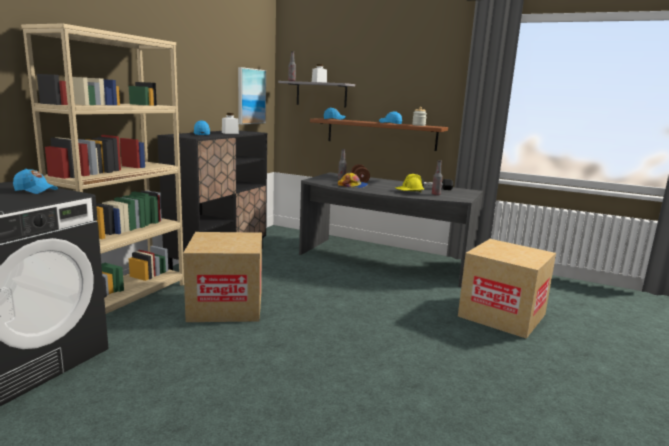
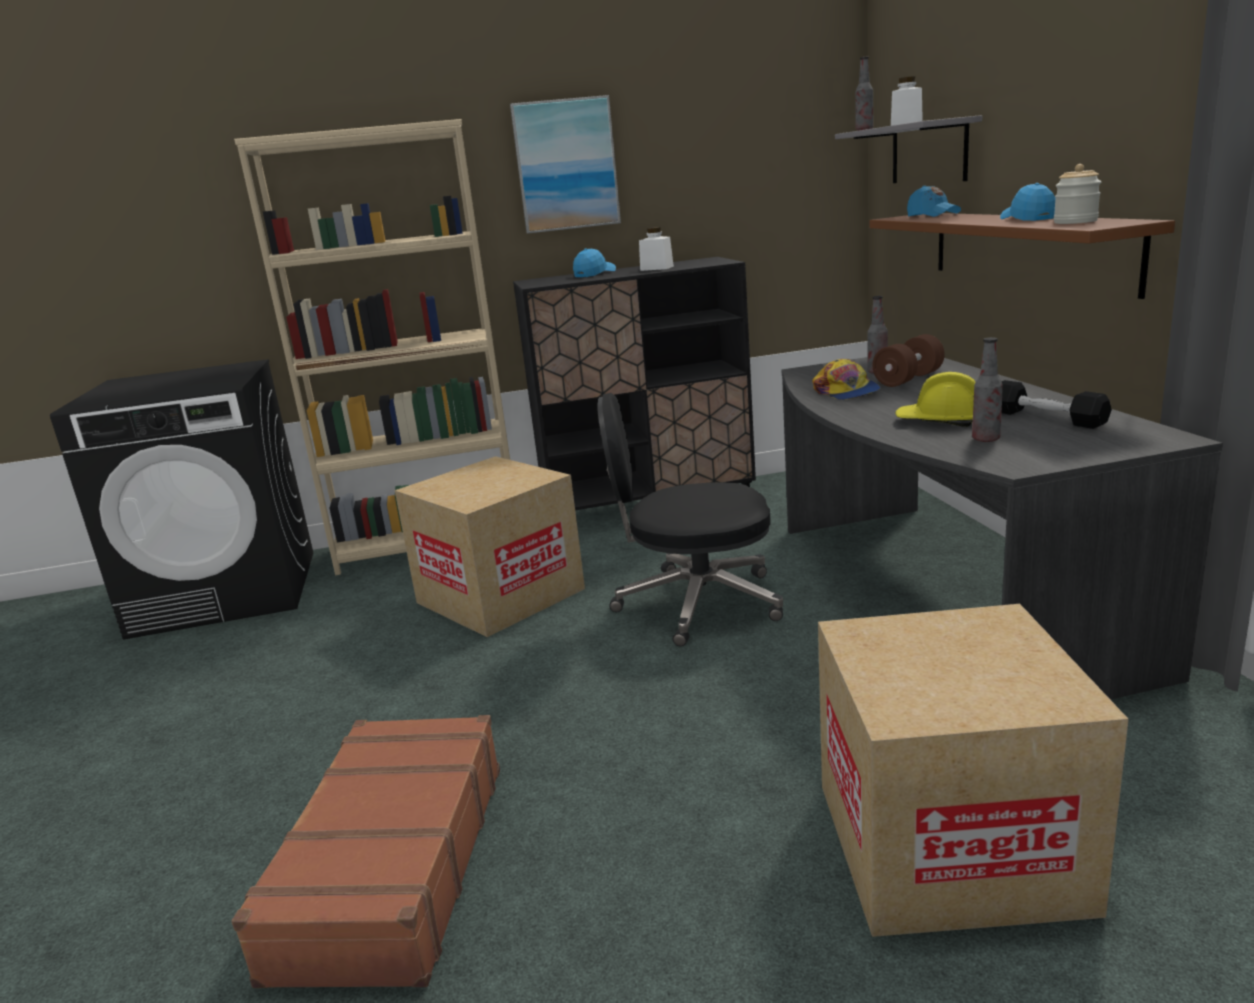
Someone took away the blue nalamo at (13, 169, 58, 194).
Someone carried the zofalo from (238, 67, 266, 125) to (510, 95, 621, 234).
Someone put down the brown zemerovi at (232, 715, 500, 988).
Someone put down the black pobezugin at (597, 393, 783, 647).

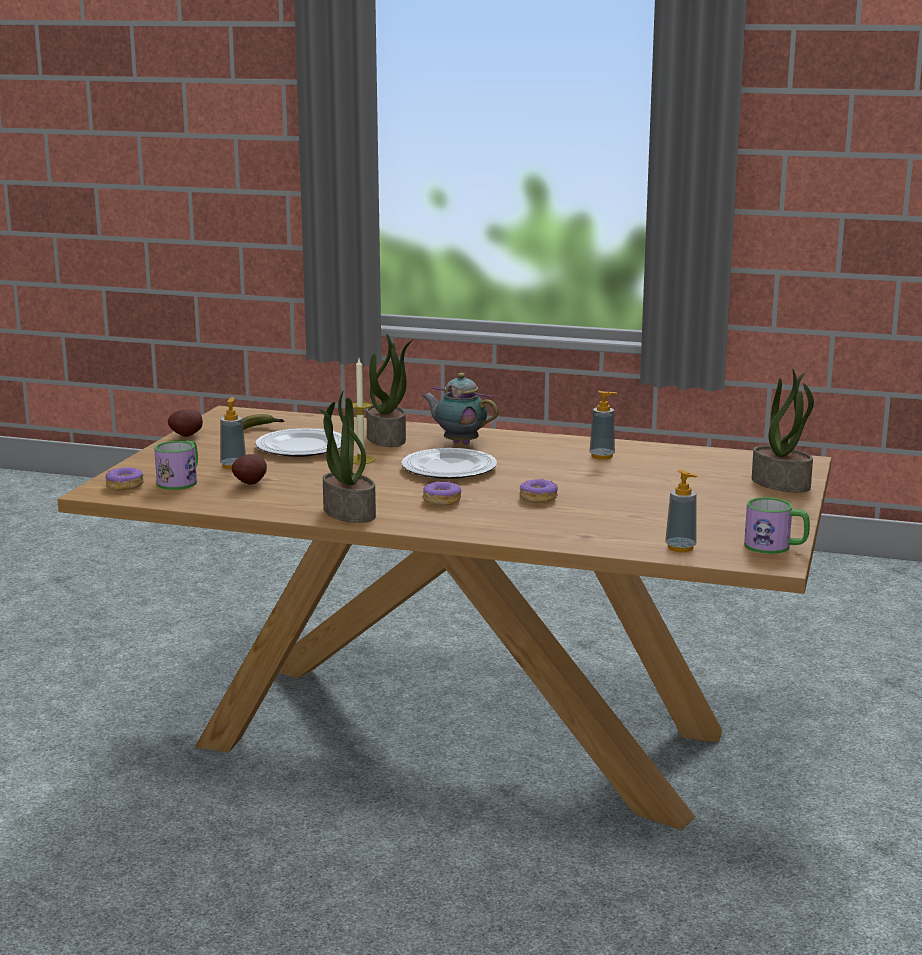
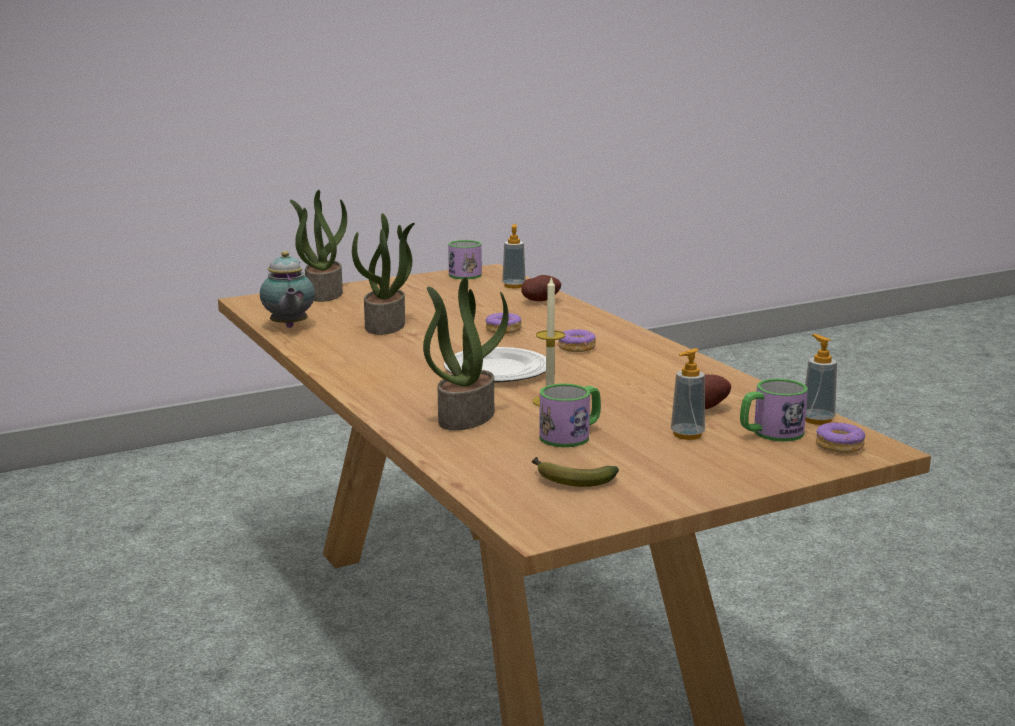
Someone carried the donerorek from (168, 409, 203, 437) to (521, 275, 561, 301).
Someone swapped the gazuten at (255, 428, 342, 457) for the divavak at (539, 384, 601, 447).
Someone carried the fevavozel from (318, 391, 376, 523) to (352, 213, 415, 335).
Someone carried the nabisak from (423, 373, 498, 445) to (260, 251, 315, 328).
Someone carried the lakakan from (589, 391, 617, 460) to (805, 334, 837, 425).

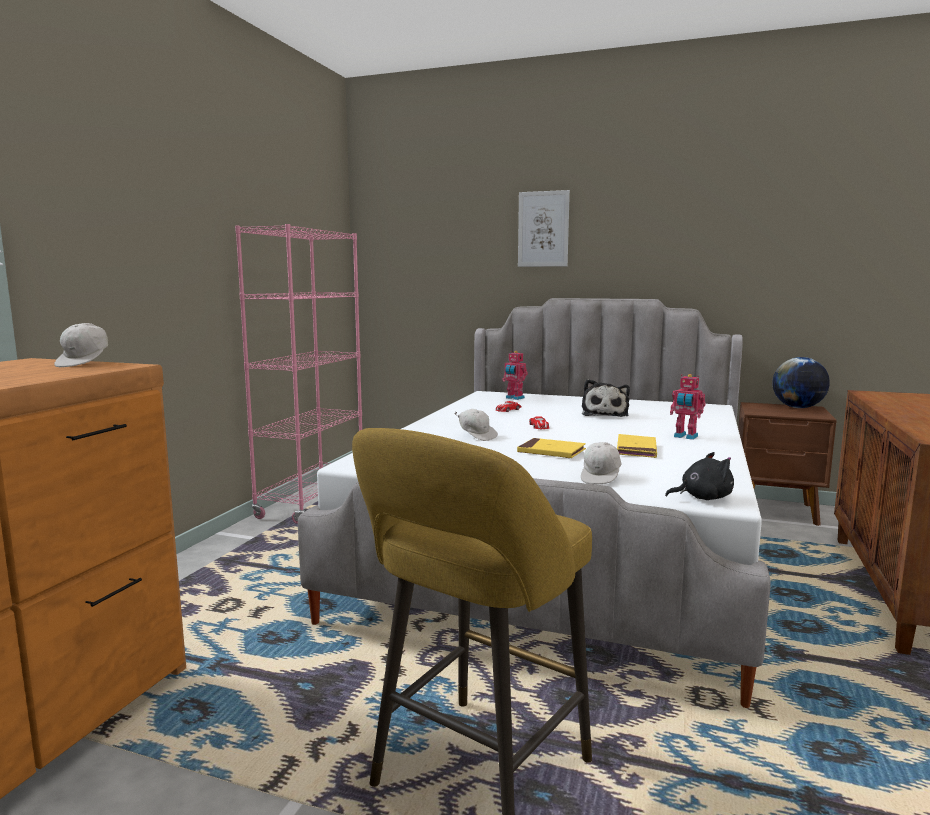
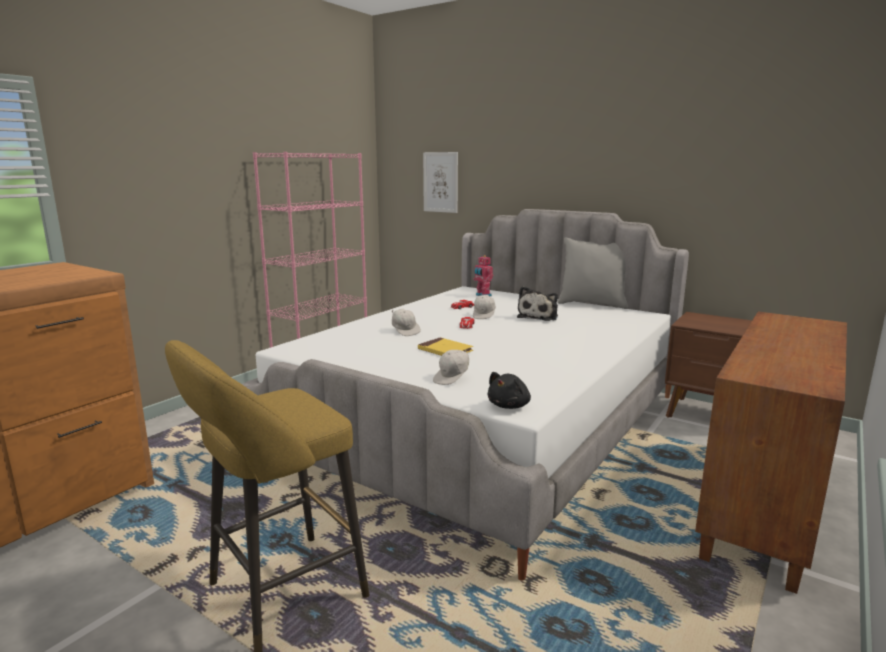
Someone carried the white nalamo from (54, 323, 108, 367) to (473, 295, 496, 319).
Someone carried the zofalo from (518, 190, 570, 267) to (423, 152, 458, 213).
Someone took away the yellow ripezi at (617, 434, 657, 458).
Someone rotated the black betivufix at (665, 452, 734, 500) by 120 degrees clockwise.
Someone took away the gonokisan at (670, 374, 706, 440).
Someone took away the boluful at (772, 357, 830, 408).
Someone put down the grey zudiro at (558, 238, 628, 309).

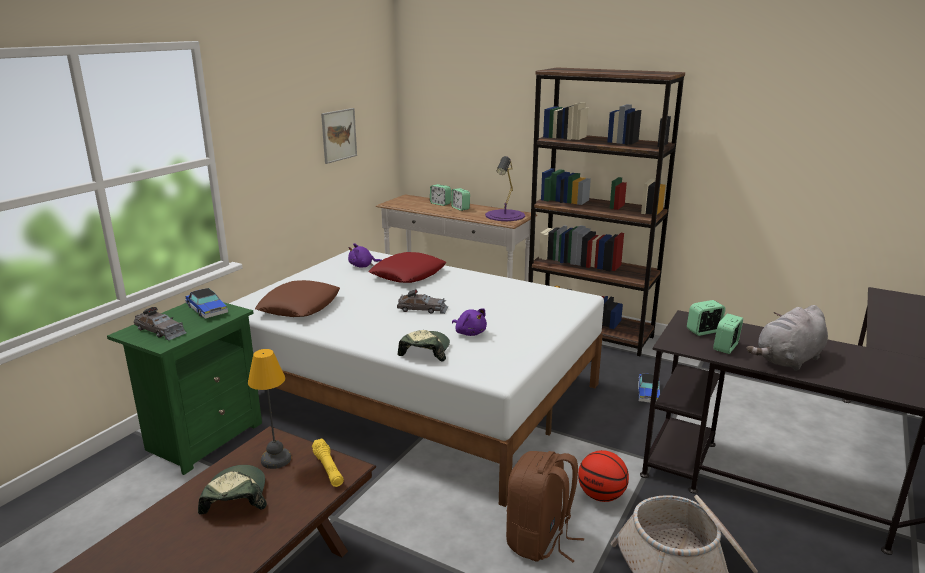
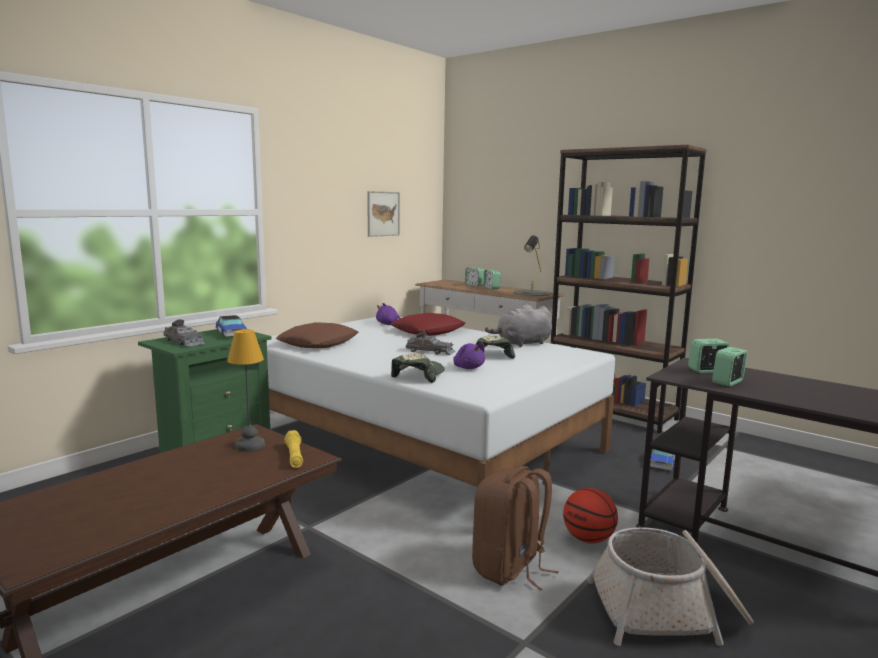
Someone carried the nalamo from (198, 465, 267, 514) to (476, 335, 515, 359).
Someone repainted the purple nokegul at (485, 156, 525, 221), which became the grey nokegul at (513, 236, 551, 296).
Someone carried the grey betivufix from (746, 305, 828, 371) to (485, 304, 552, 347).

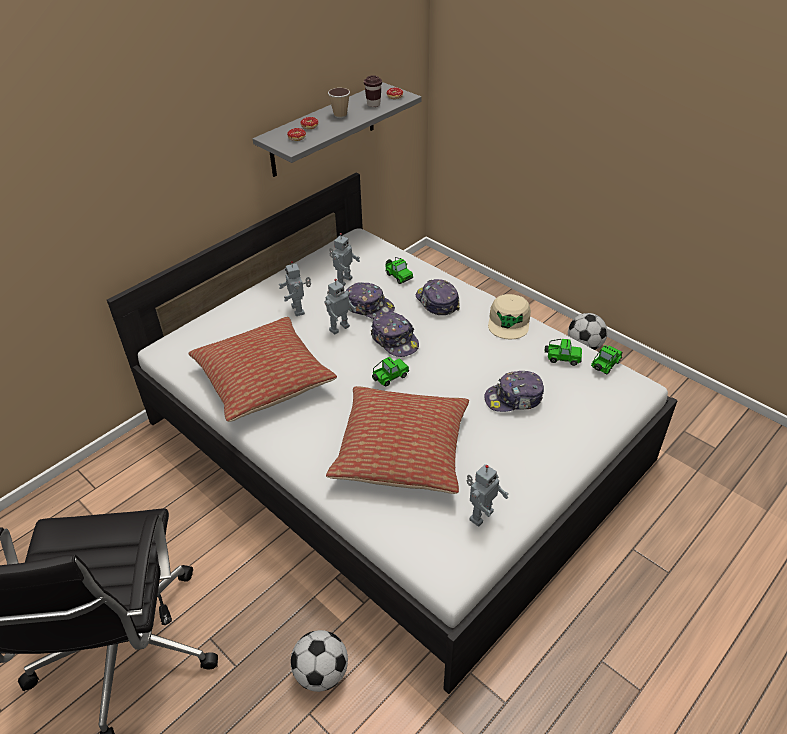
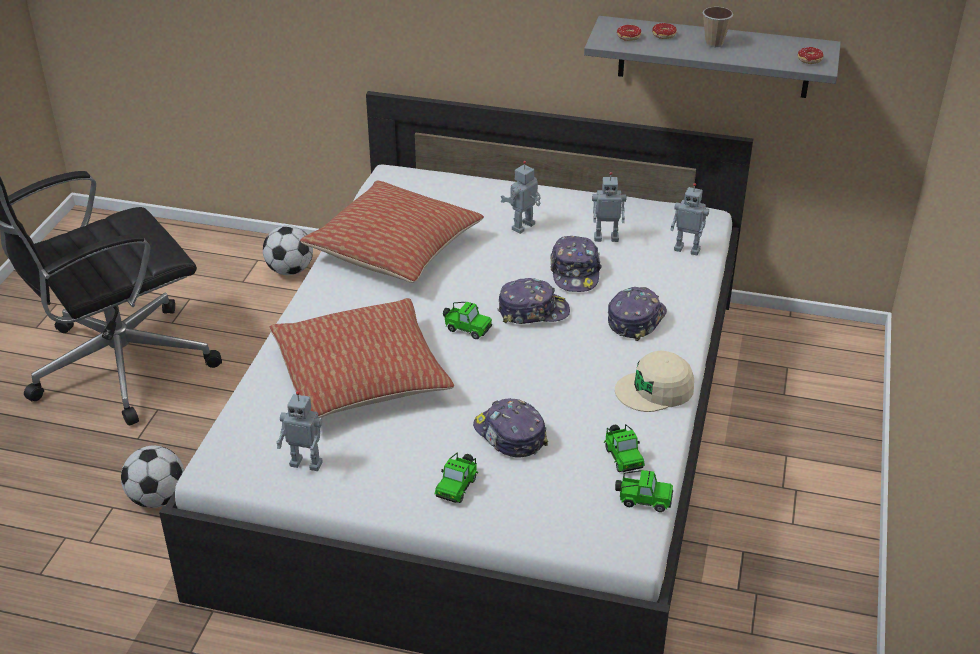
Someone carried the gonokisan from (325, 279, 356, 335) to (670, 183, 709, 255).
Someone took away the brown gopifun at (364, 75, 382, 107).
Someone rotated the nalamo at (371, 312, 419, 357) by 120 degrees counterclockwise.
Someone carried the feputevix from (385, 257, 413, 284) to (435, 453, 478, 503).
Someone carried the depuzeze from (568, 313, 608, 350) to (263, 225, 313, 275).

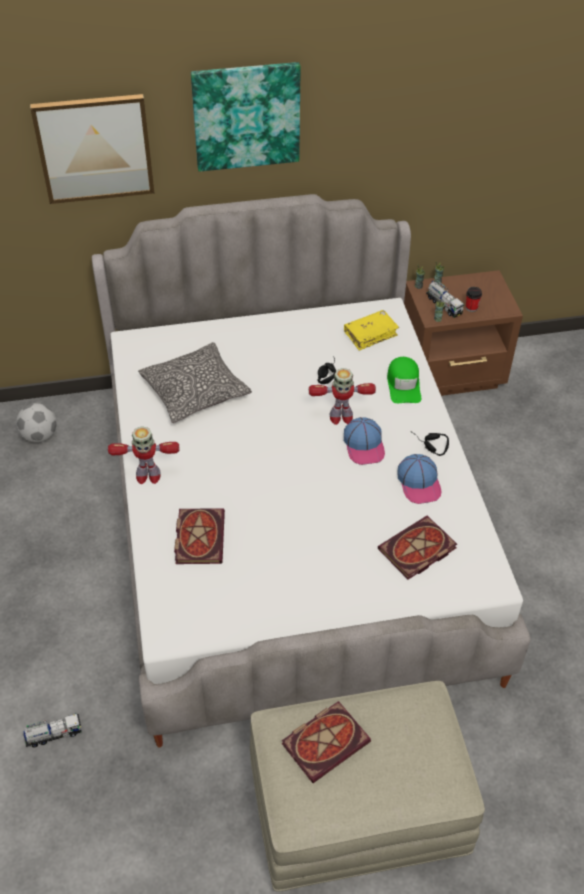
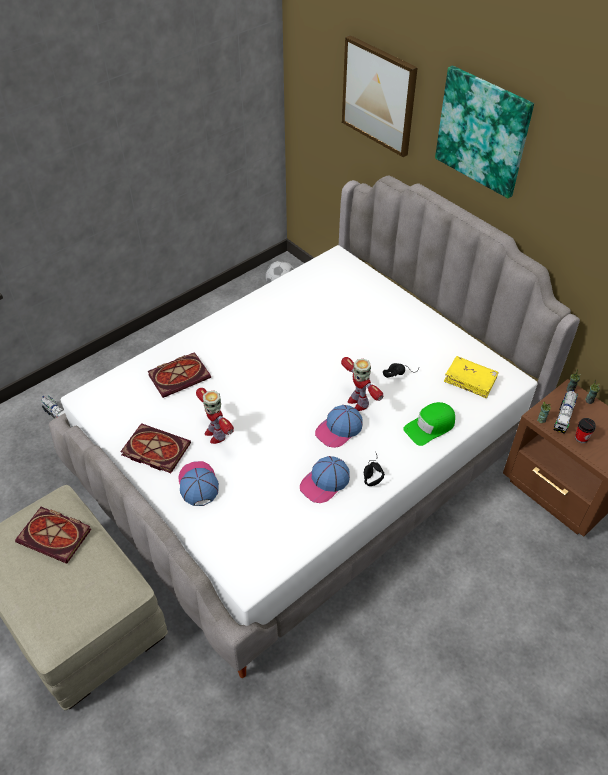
Someone carried the gonokisan from (108, 426, 179, 484) to (196, 388, 234, 444).
Someone took away the zudiro at (138, 342, 252, 423).
Someone carried the ripezi from (378, 516, 457, 580) to (120, 423, 191, 473).
Someone put down the nalamo at (178, 461, 219, 506).

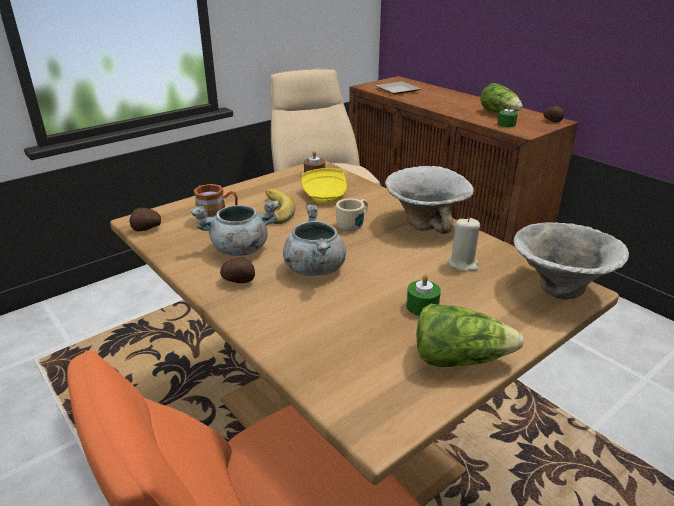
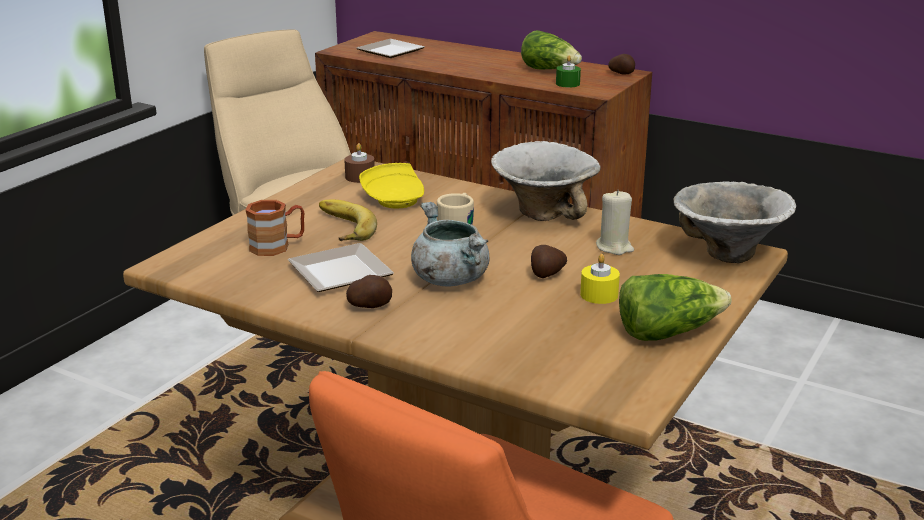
Someone carried the donerorek from (129, 208, 161, 232) to (531, 245, 567, 278).
Someone swapped the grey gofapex at (190, 200, 279, 256) for the gazuten at (288, 243, 394, 292).
Someone repainted the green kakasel at (406, 274, 441, 316), which became the yellow kakasel at (580, 254, 620, 304).

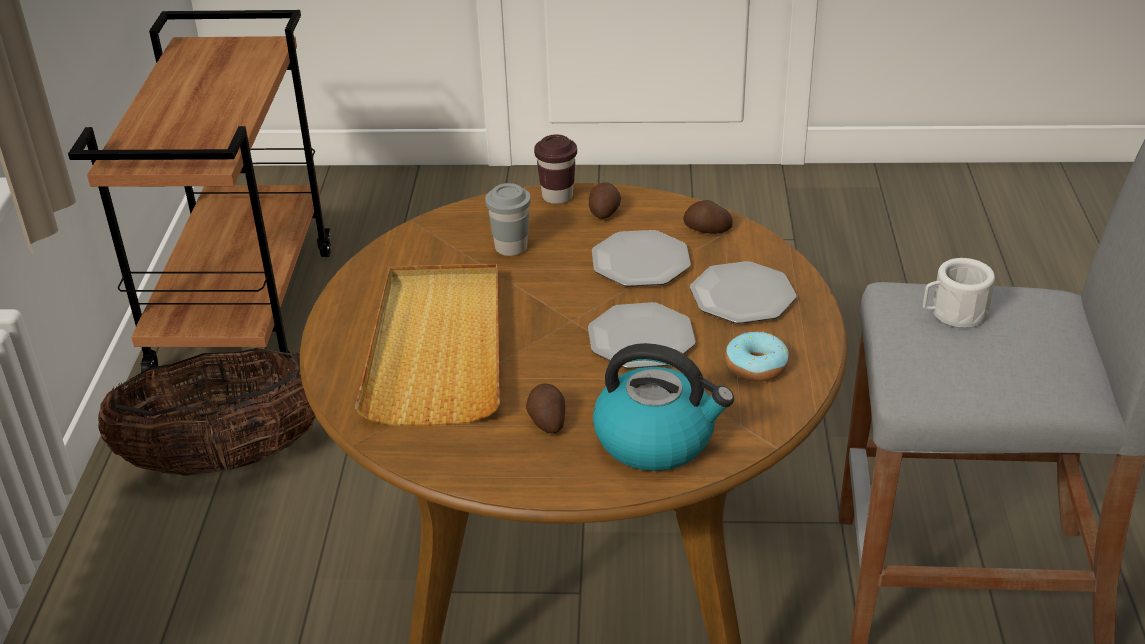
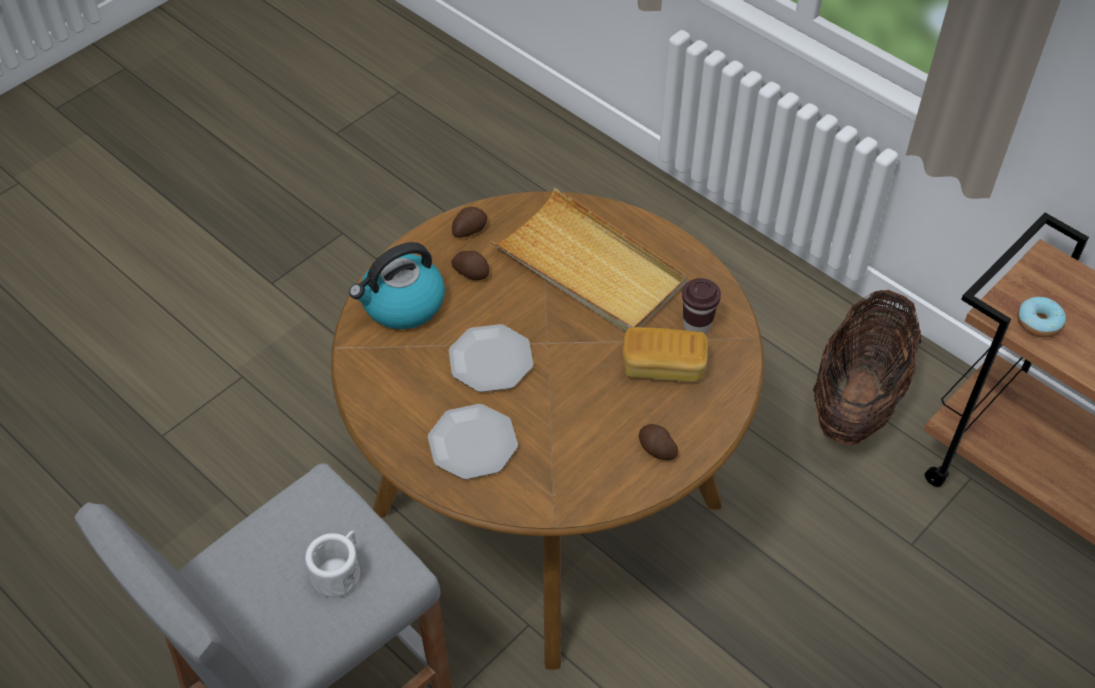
Someone swapped the grey gopifun at (485, 183, 531, 256) for the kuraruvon at (623, 327, 708, 382).
Someone carried the brown gopifun from (534, 134, 577, 204) to (682, 278, 721, 334).
Someone took away the gazuten at (592, 230, 691, 287).
Someone carried the donerorek from (683, 200, 733, 234) to (452, 207, 487, 238).
Someone carried the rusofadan from (725, 332, 789, 382) to (1017, 297, 1066, 337).

